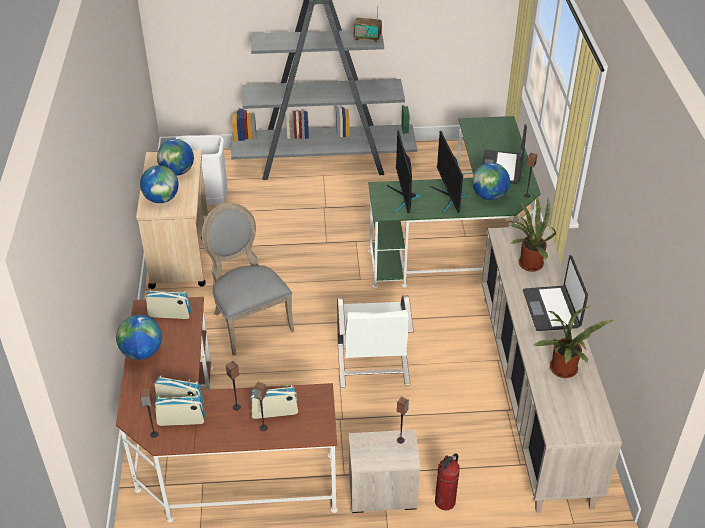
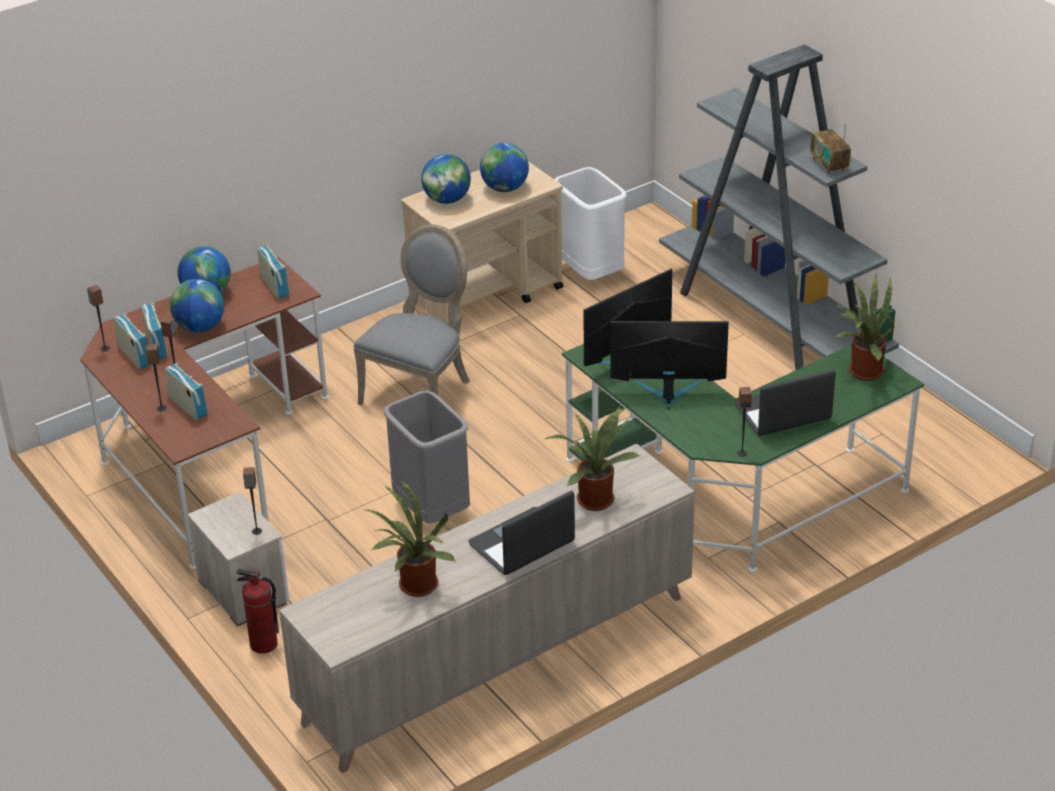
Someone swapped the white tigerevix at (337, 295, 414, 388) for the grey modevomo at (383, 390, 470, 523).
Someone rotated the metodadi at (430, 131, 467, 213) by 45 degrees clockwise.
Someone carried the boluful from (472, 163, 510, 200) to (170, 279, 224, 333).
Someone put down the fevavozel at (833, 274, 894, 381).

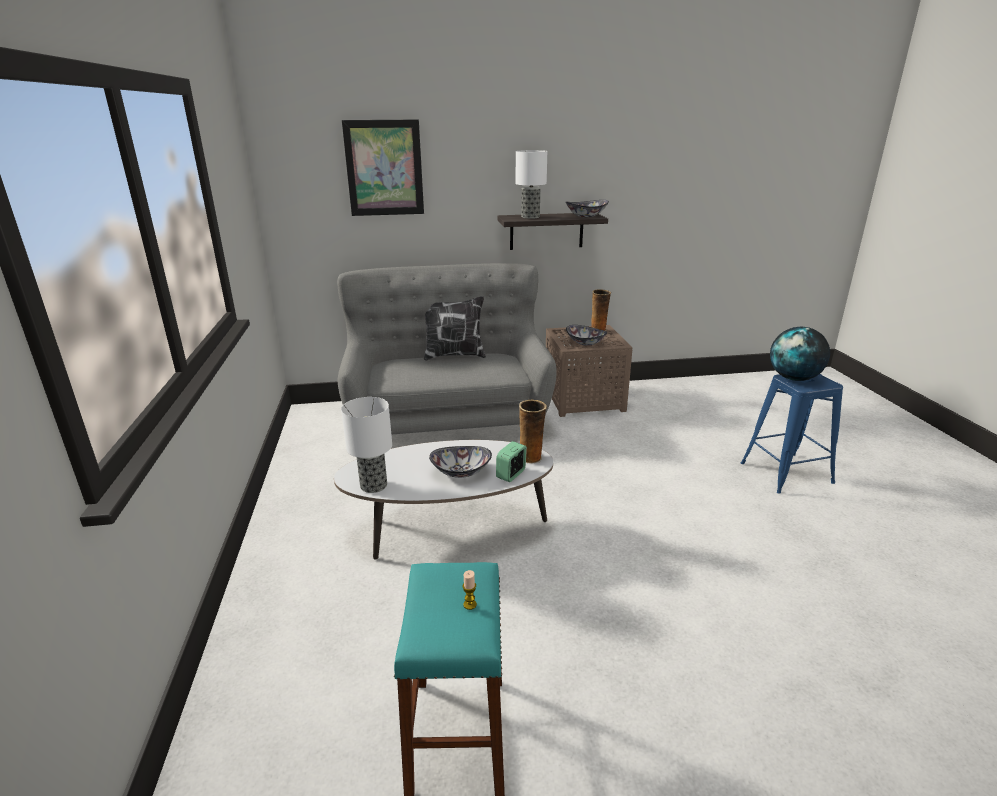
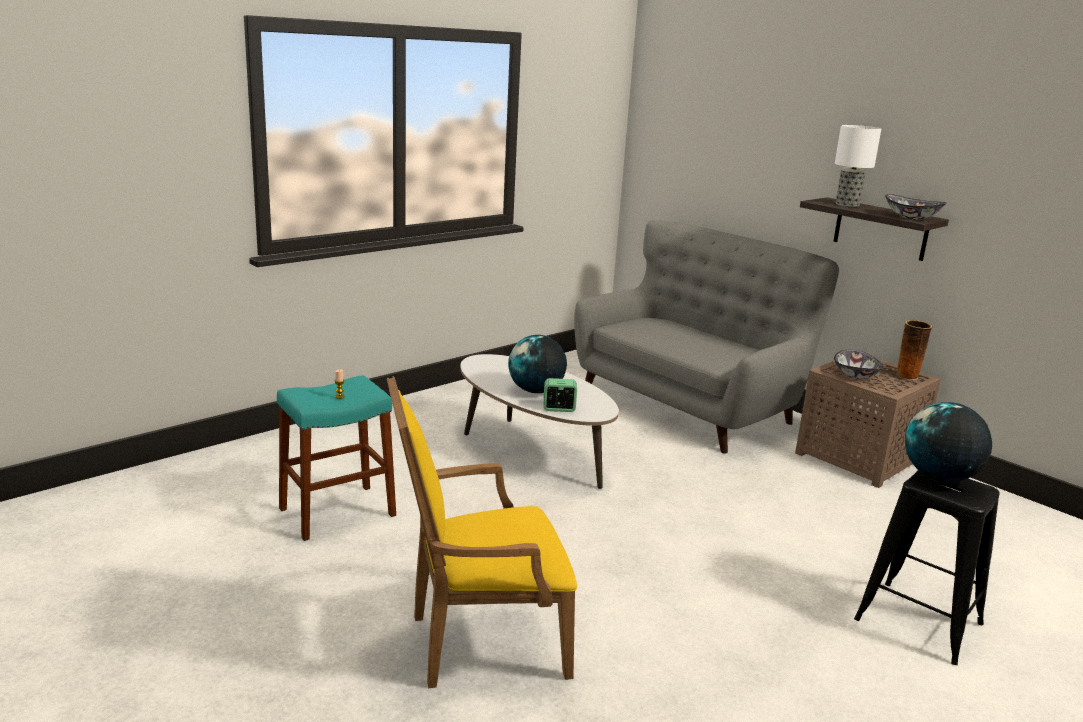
Someone took away the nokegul at (341, 397, 392, 493).
Someone took away the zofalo at (342, 119, 424, 216).
Someone took away the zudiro at (424, 296, 486, 361).
Someone swapped the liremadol at (429, 446, 492, 478) for the boluful at (508, 335, 567, 393).
Someone took away the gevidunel at (519, 400, 547, 464).
Someone repainted the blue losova at (741, 374, 843, 494), which became the black losova at (854, 470, 1000, 665).
Someone put down the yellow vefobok at (387, 376, 577, 688).

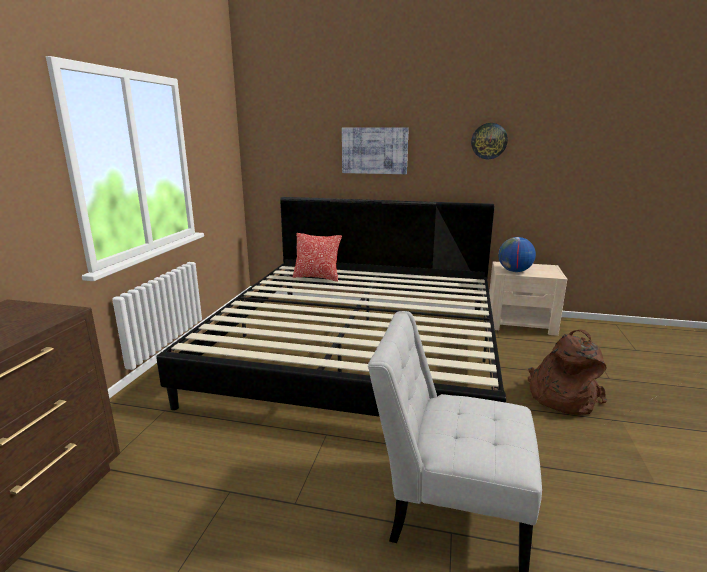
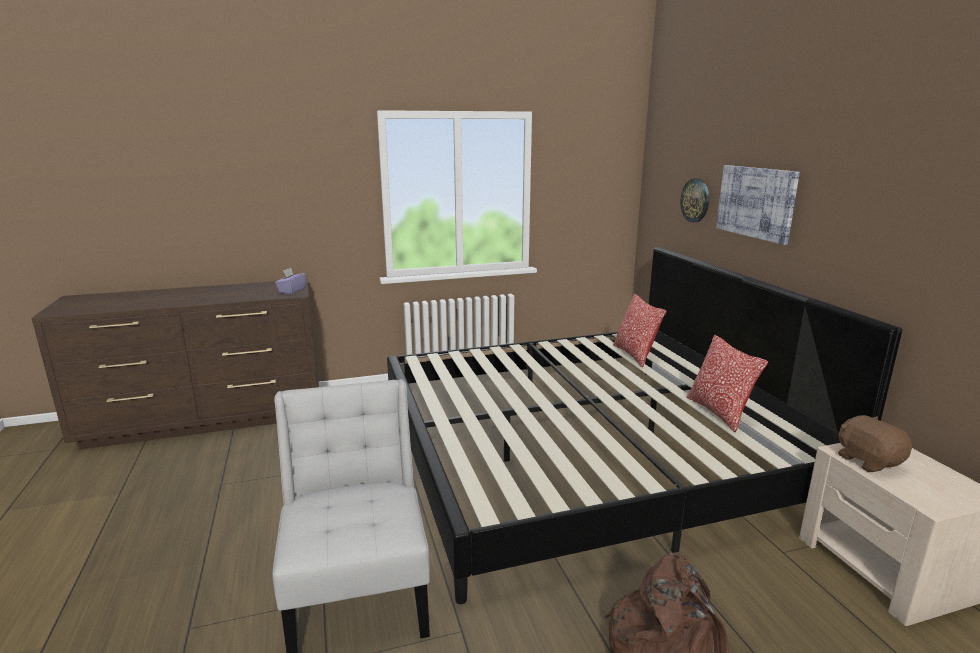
Someone carried the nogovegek from (471, 123, 508, 159) to (680, 178, 710, 222).
Someone swapped the boluful at (499, 237, 536, 272) for the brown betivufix at (838, 415, 912, 472).
Someone put down the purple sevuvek at (275, 268, 306, 294).
Someone put down the zudiro at (686, 335, 768, 432).

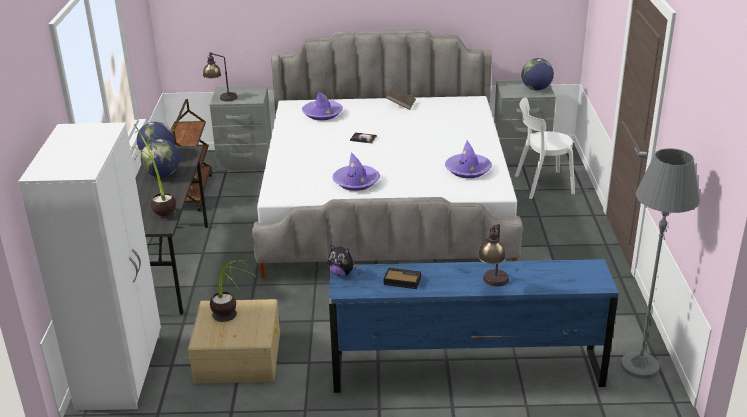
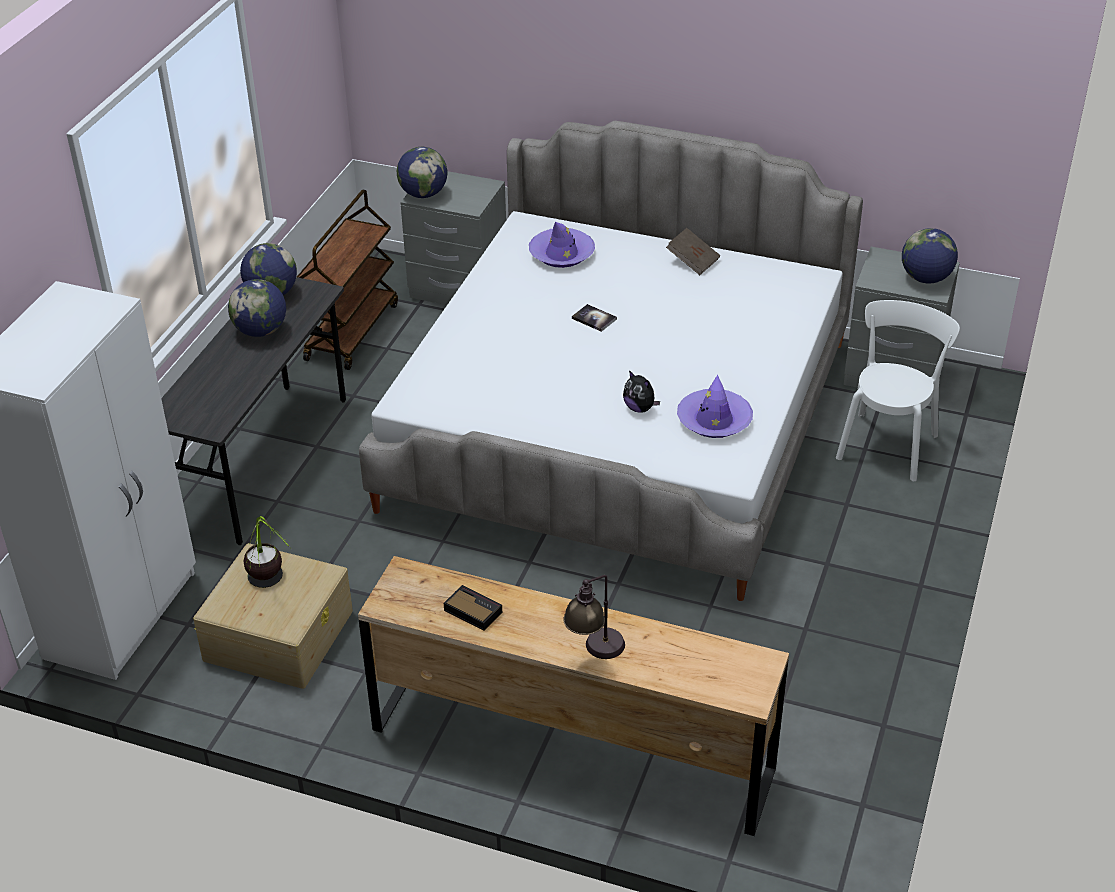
Someone took away the fevavozel at (130, 124, 177, 221).
Someone swapped the nokegul at (203, 52, 238, 101) for the boluful at (397, 147, 447, 198).
Someone carried the betivufix from (328, 244, 358, 276) to (623, 370, 660, 413).
Someone repainted the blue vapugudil at (329, 259, 619, 393), which became the brown vapugudil at (358, 556, 789, 836).
Someone took away the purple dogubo at (332, 152, 380, 191).
Someone rotated the white tigerevix at (515, 97, 575, 199) by 105 degrees clockwise.
Someone took away the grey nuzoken at (621, 148, 700, 379).

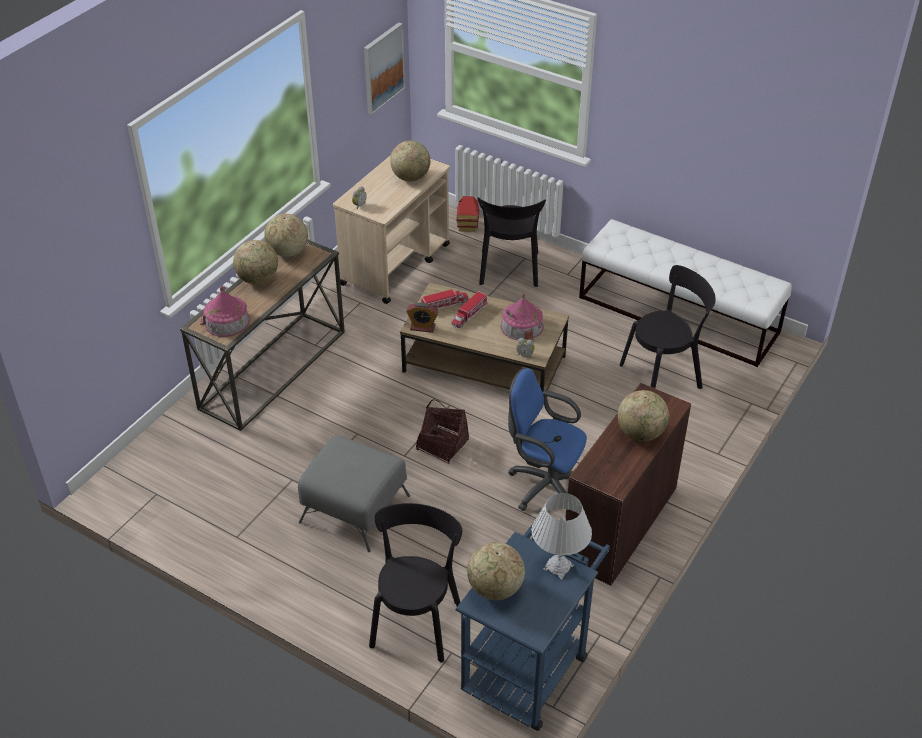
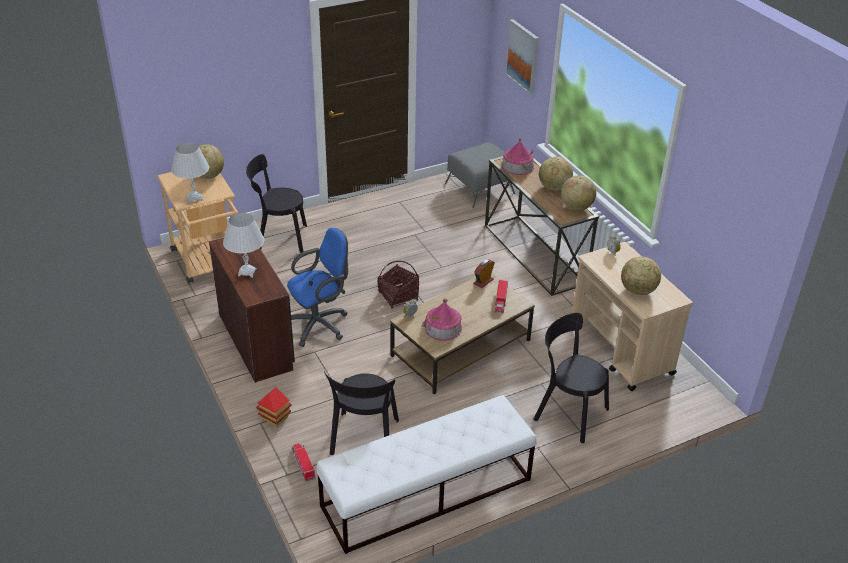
Someone carried the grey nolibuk from (298, 435, 410, 552) to (445, 142, 515, 208).
Someone carried the zofalo from (364, 22, 405, 115) to (505, 19, 539, 94).
Someone rotated the black tigerevix at (369, 503, 462, 662) by 135 degrees clockwise.
Someone carried the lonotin from (452, 291, 487, 328) to (292, 444, 315, 482).
Someone repainted the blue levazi at (455, 521, 610, 731), which became the beige levazi at (157, 172, 238, 283).
Someone carried the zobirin from (456, 196, 479, 232) to (256, 387, 292, 427).
Someone swapped the boluful at (618, 390, 669, 441) for the white nokegul at (223, 213, 264, 278).

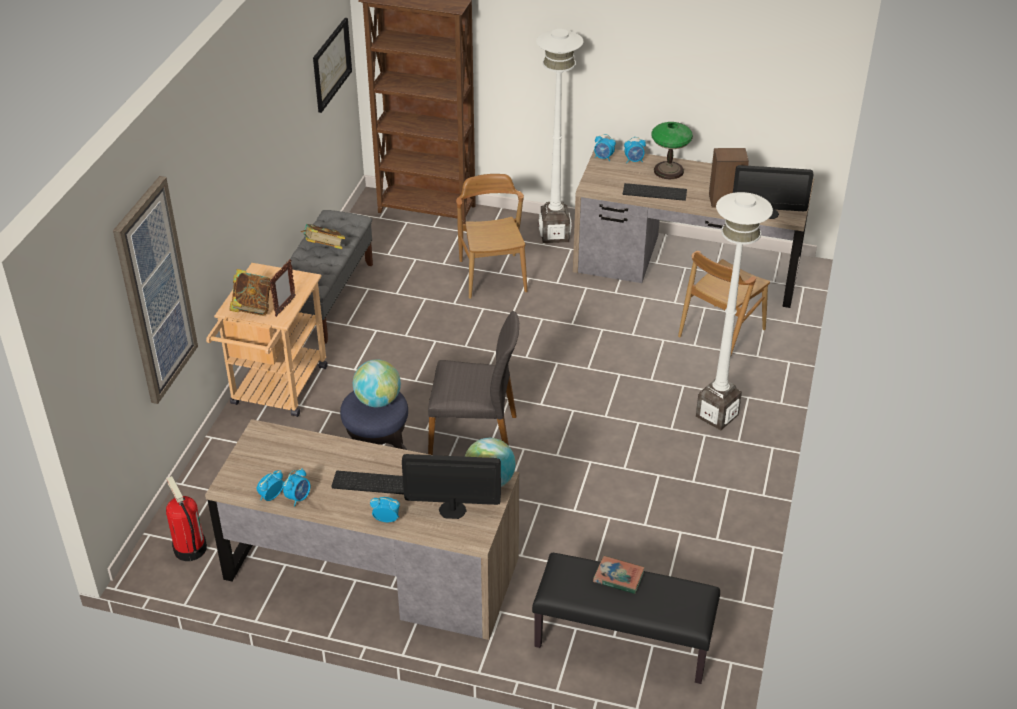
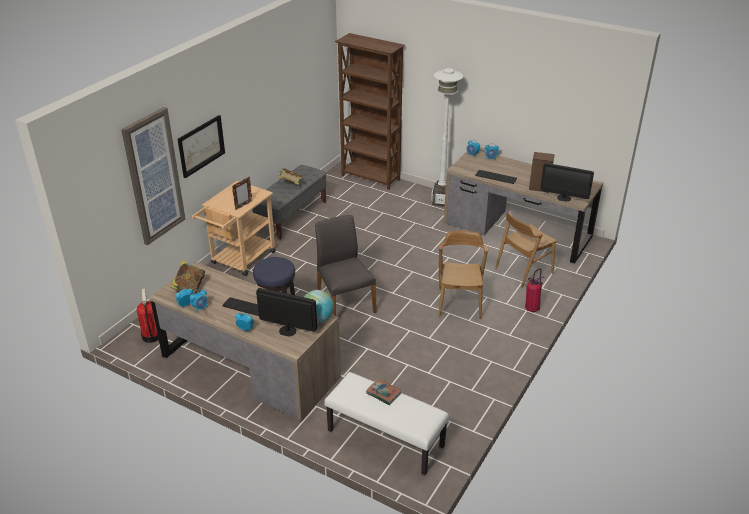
Someone carried the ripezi from (229, 269, 271, 316) to (171, 260, 205, 295).
Someone carried the zofalo from (313, 18, 352, 113) to (178, 115, 225, 178).
Someone took away the boluful at (353, 360, 401, 407).
Someone rotated the grey tigerevix at (428, 311, 519, 455) by 135 degrees counterclockwise.
Someone carried the brown tigerevix from (456, 174, 527, 299) to (438, 231, 488, 319).
Someone repainted the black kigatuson at (532, 553, 720, 684), which became the white kigatuson at (324, 372, 449, 475).
Someone took away the nokegul at (651, 122, 693, 179).
Someone took away the white nuzoken at (696, 192, 773, 430).
Someone put down the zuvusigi at (525, 269, 545, 312).

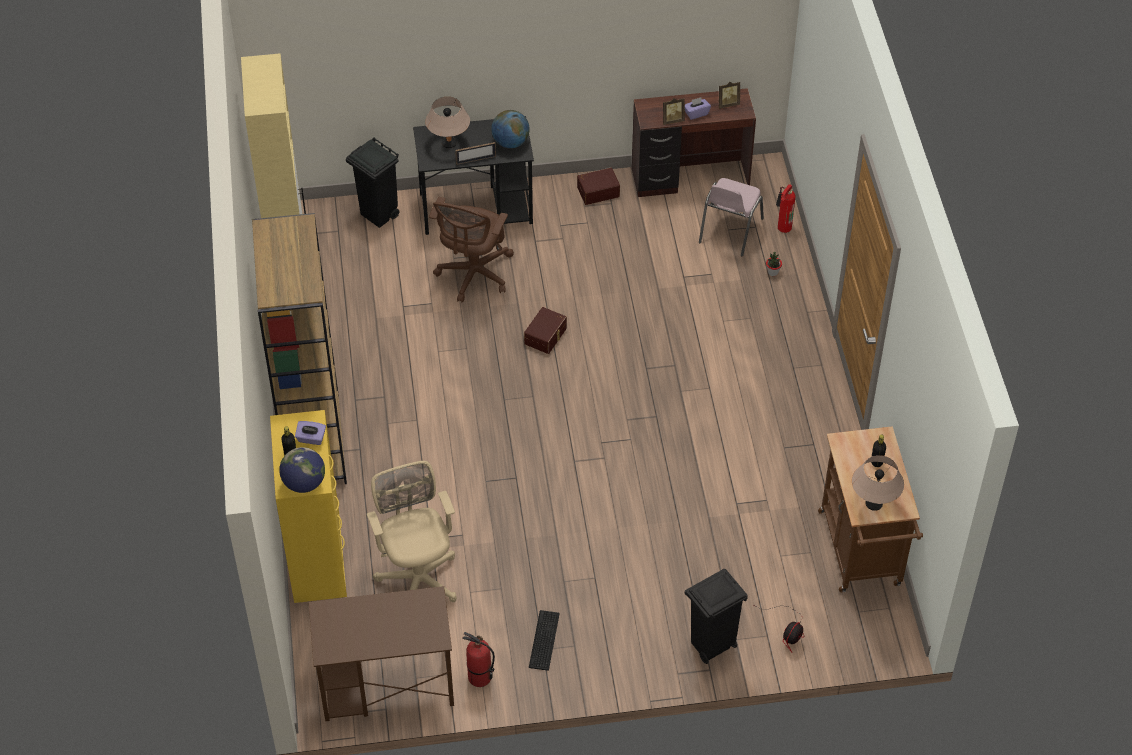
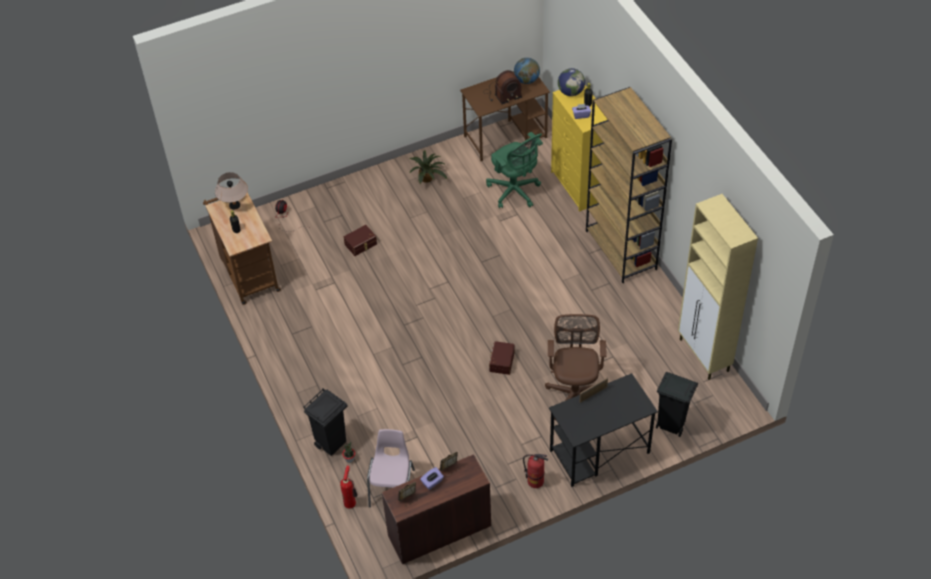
Someone repainted the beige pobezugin at (367, 461, 457, 602), which became the green pobezugin at (486, 132, 543, 208).
Someone took away the beige nokegul at (425, 97, 470, 148).
Someone carried the zuvusigi from (463, 632, 495, 687) to (523, 454, 548, 488).
Someone carried the boluful from (491, 110, 530, 148) to (514, 58, 540, 84).
Someone swapped the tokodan at (529, 610, 560, 671) for the fevavozel at (409, 150, 447, 184).
Someone carried the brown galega from (577, 167, 620, 205) to (344, 225, 377, 256).
Someone carried the black modevomo from (685, 569, 748, 664) to (303, 388, 348, 456).
Someone put down the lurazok at (485, 70, 522, 104).

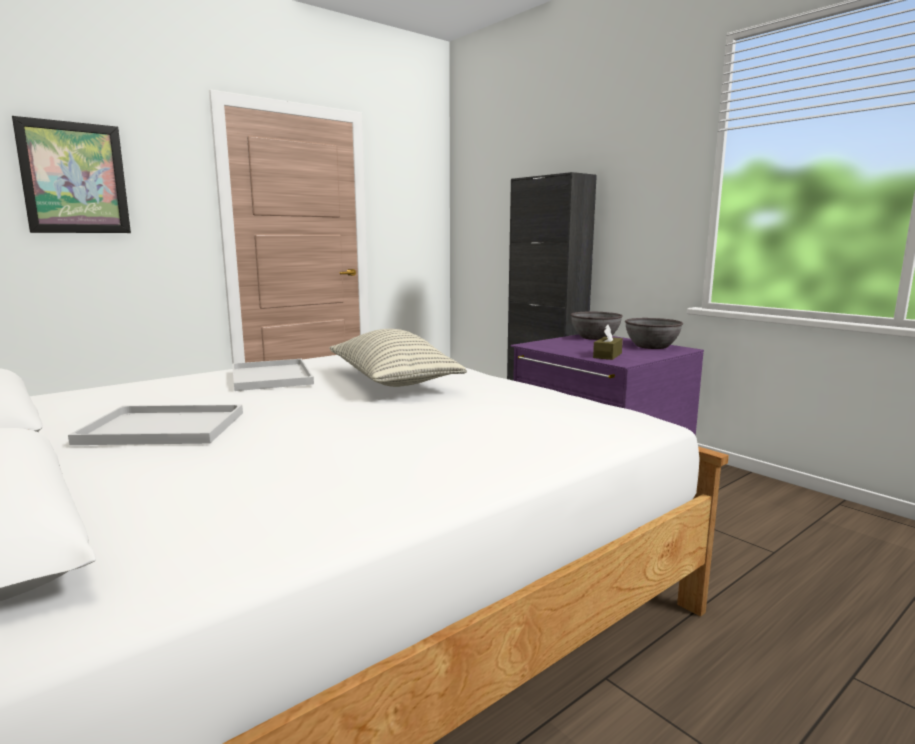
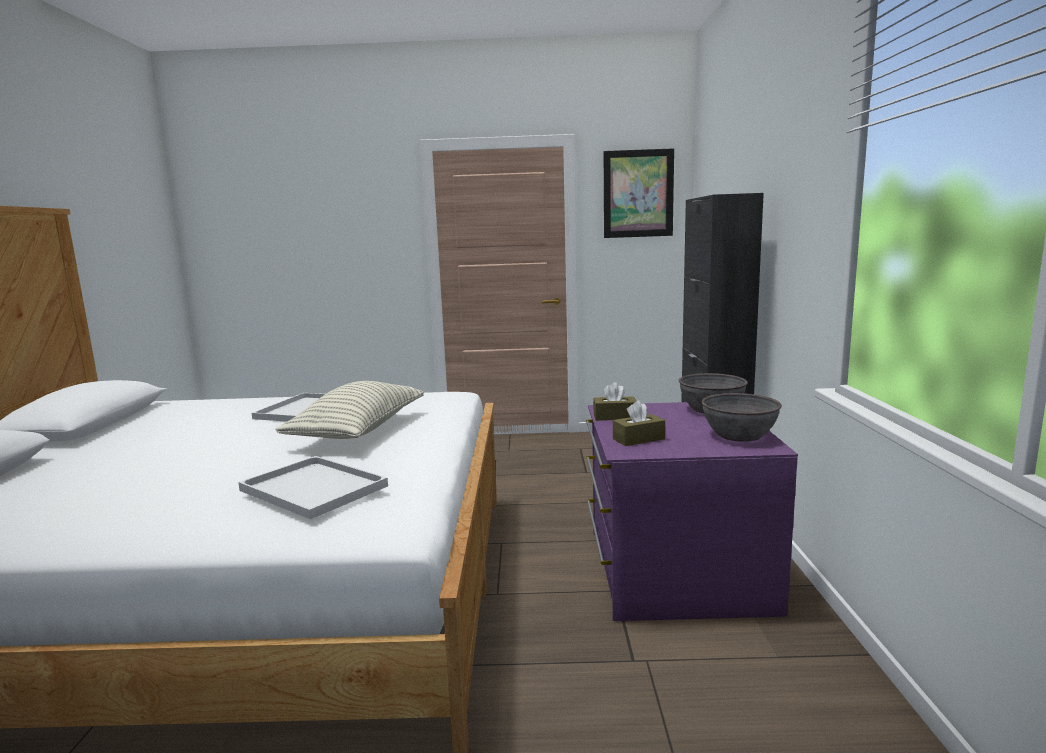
Someone carried the zofalo from (12, 116, 131, 233) to (604, 148, 674, 238).
Someone carried the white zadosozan from (68, 405, 243, 445) to (238, 456, 388, 520).
Someone put down the brown sevuvek at (593, 382, 636, 421).

